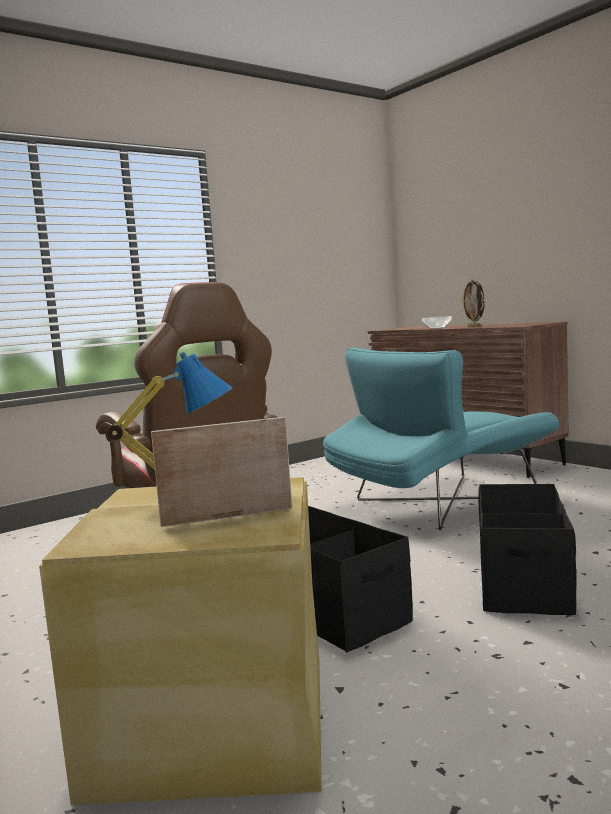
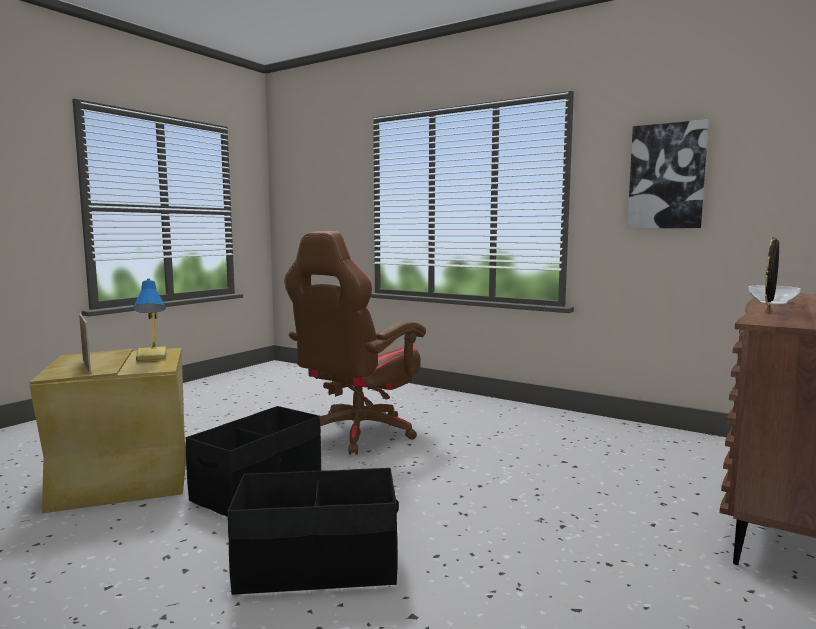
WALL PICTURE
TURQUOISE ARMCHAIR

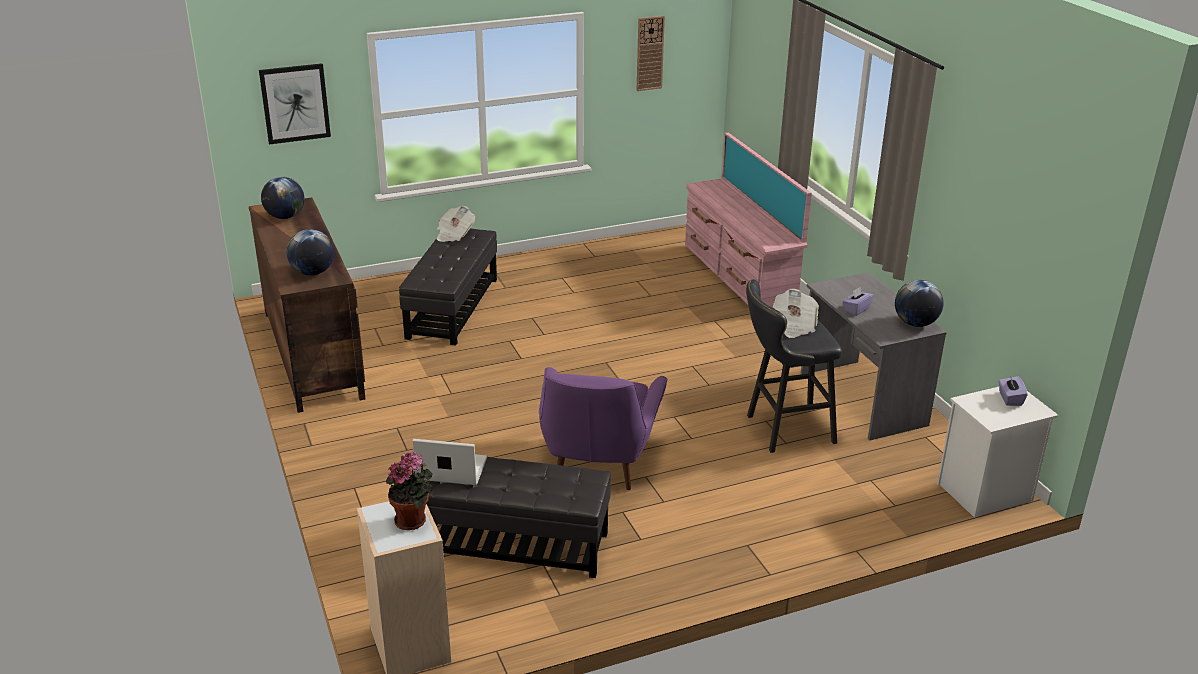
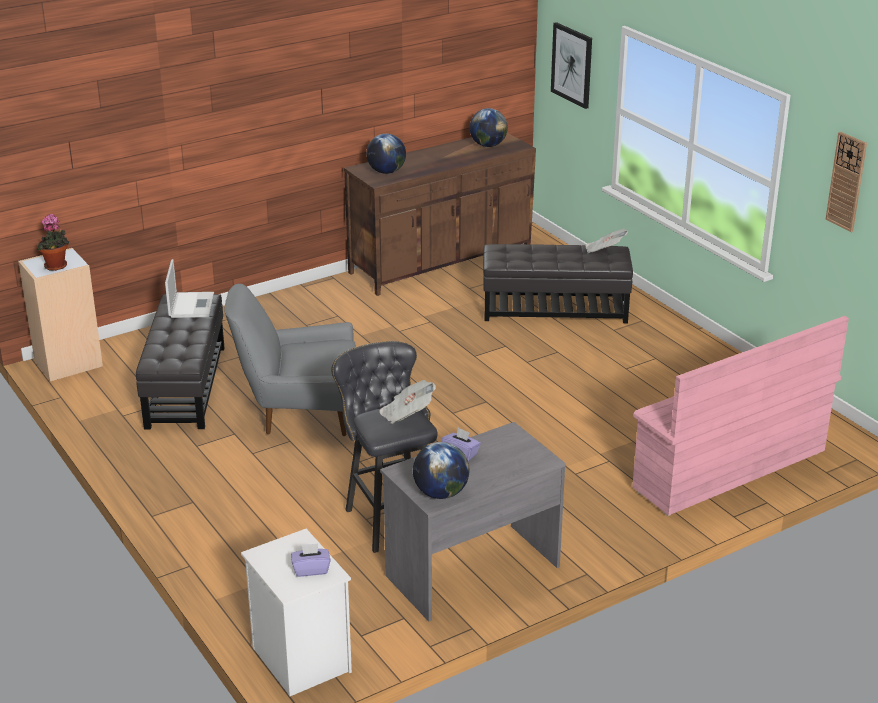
GREY ARMCHAIR

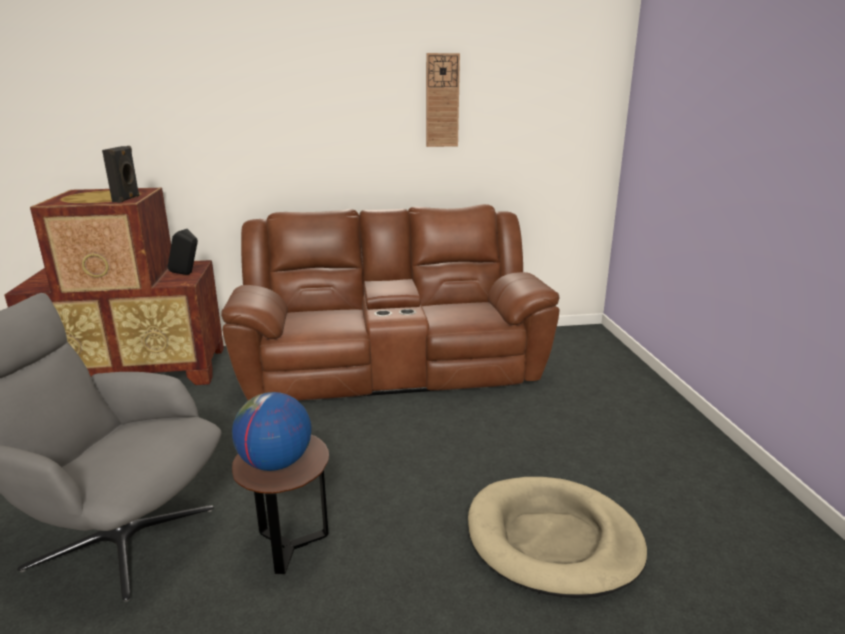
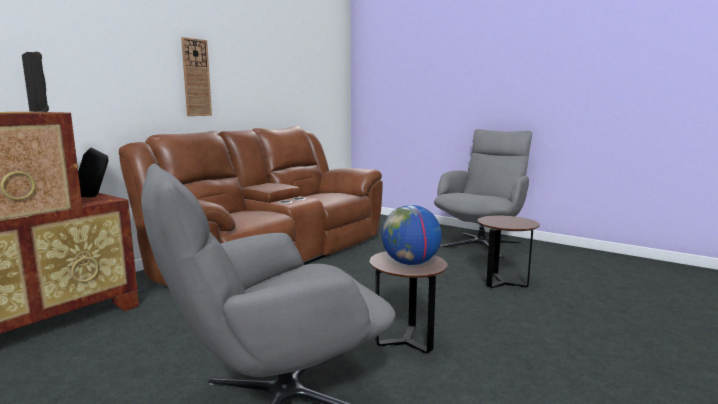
WALL CLOCK
GREY ARMCHAIR (no. 2 from left)
BROWN-COLOURED SIDE TABLE (no. 2 from left)

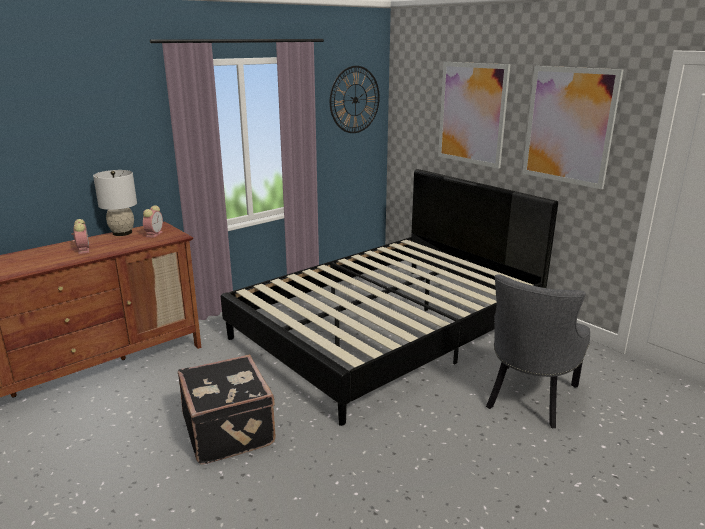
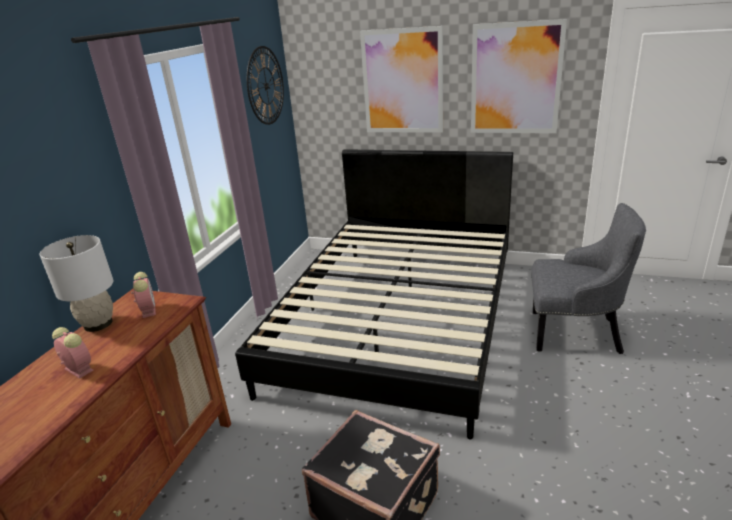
GREY ARMCHAIR

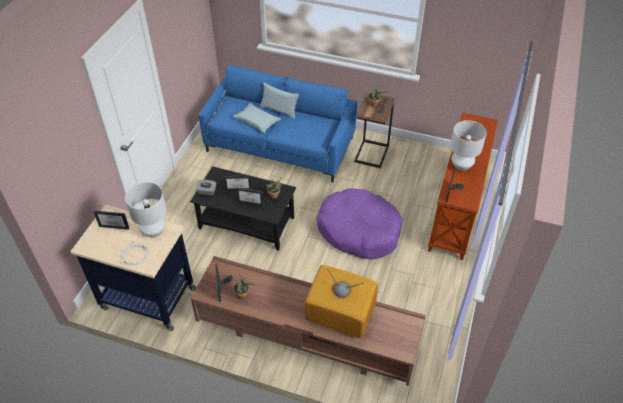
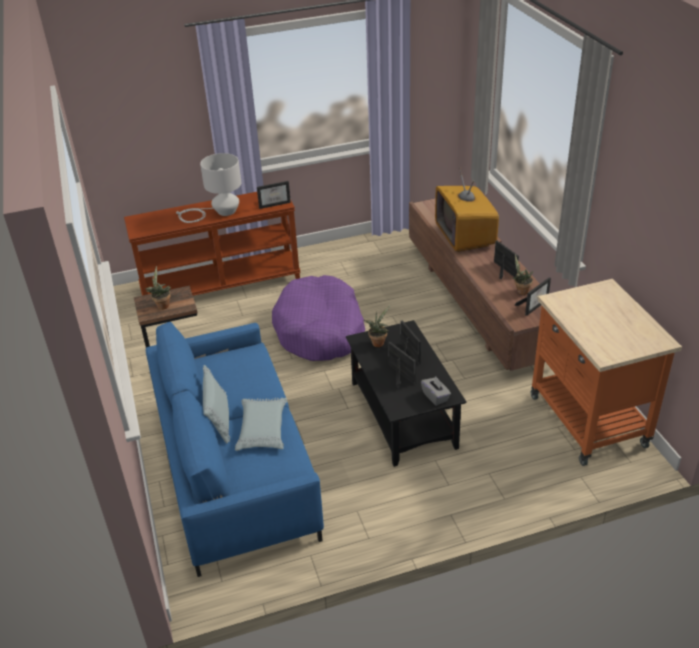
PICTURE FRAME (no. 4 from left)
ORANGE-COLOURED CART
WHITISH TABLETOP LAMP (no. 1 from left in the first image)

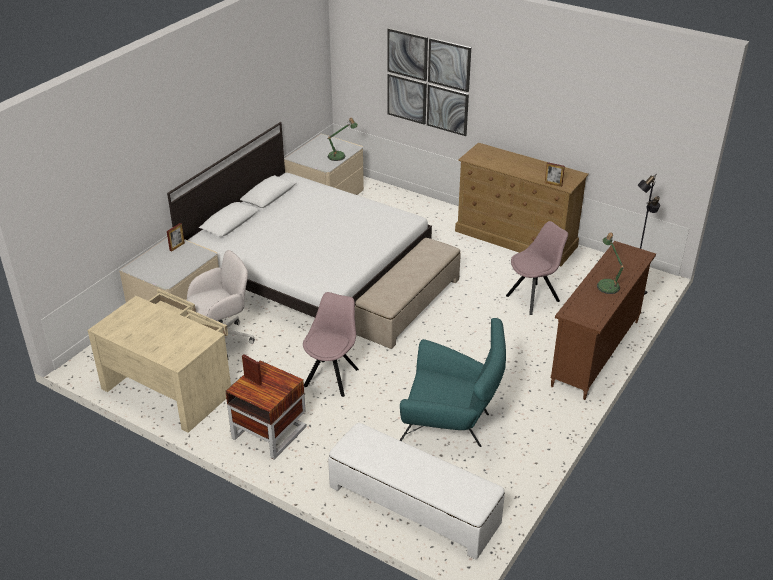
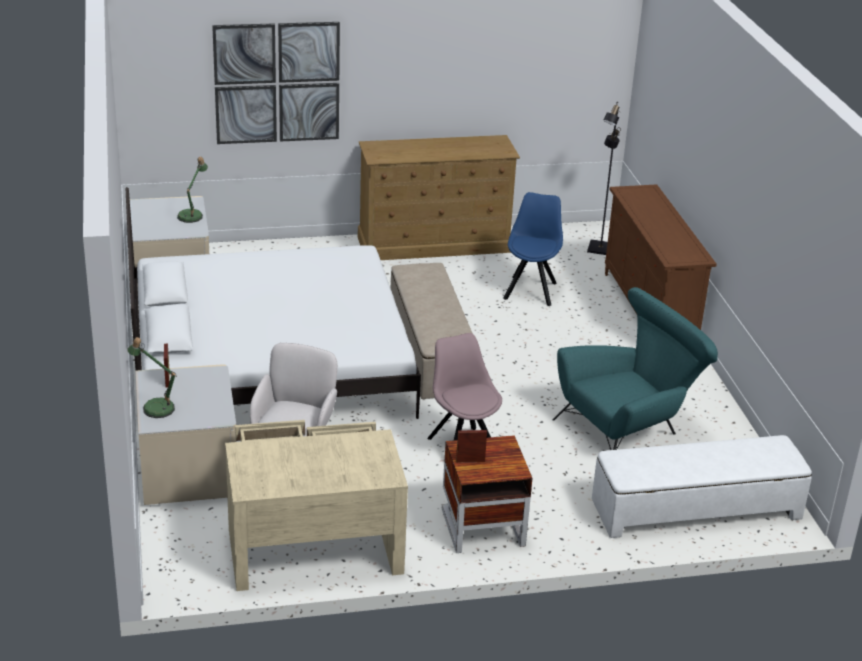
TABLETOP LAMP (no. 1 from left)
BLUISH CHAIR
PICTURE FRAME (no. 3 from left in the first image)

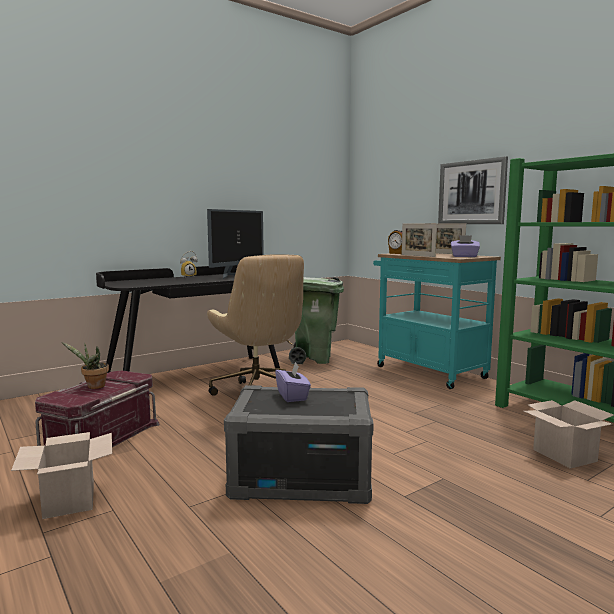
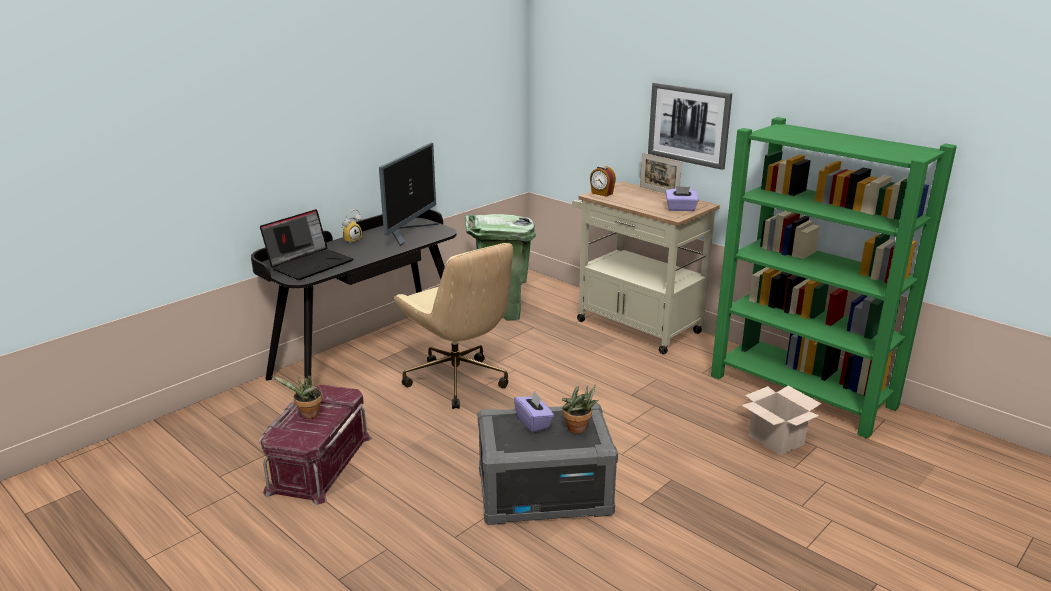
LAPTOP
PLANT IN A POT (no. 2 from left)
BEIGE-COLOURED CART
PACKING BOX (no. 1 from left in the first image)
PICTURE FRAME (no. 1 from left in the first image)

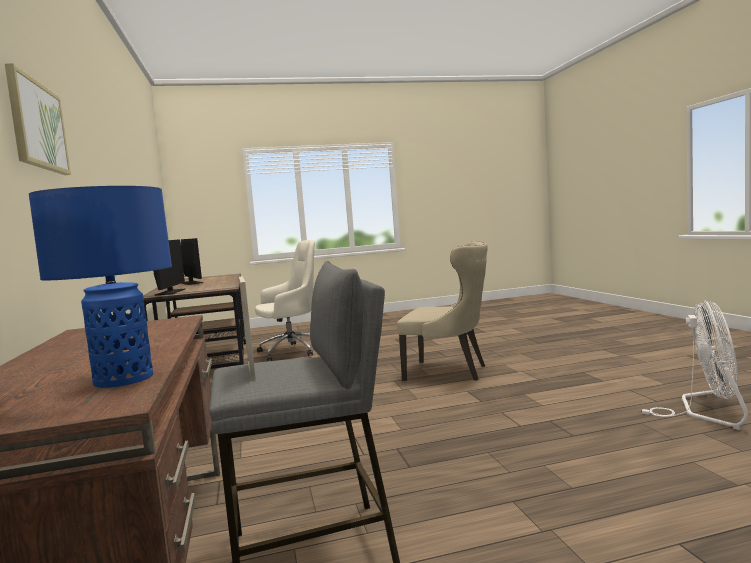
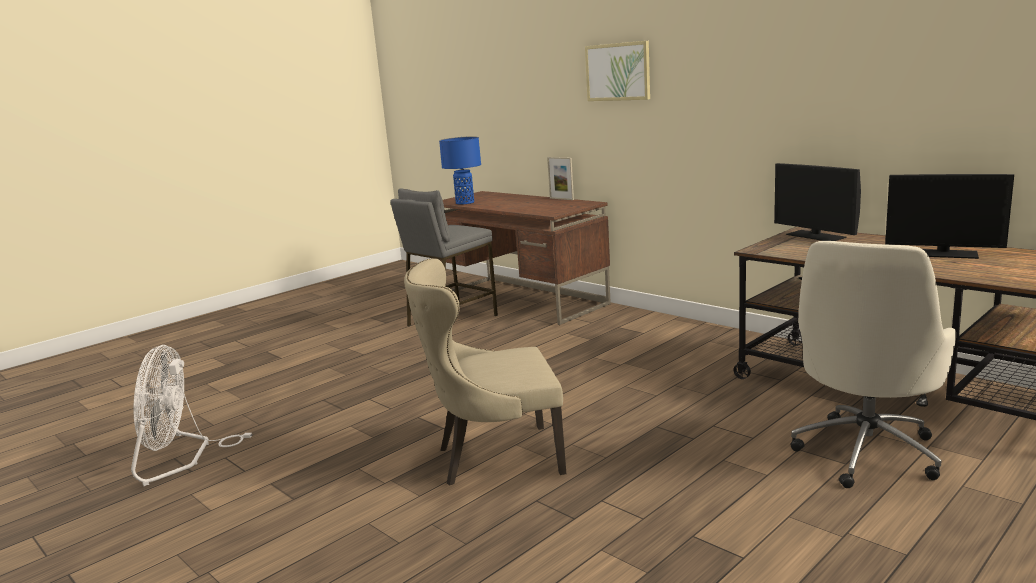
PICTURE FRAME

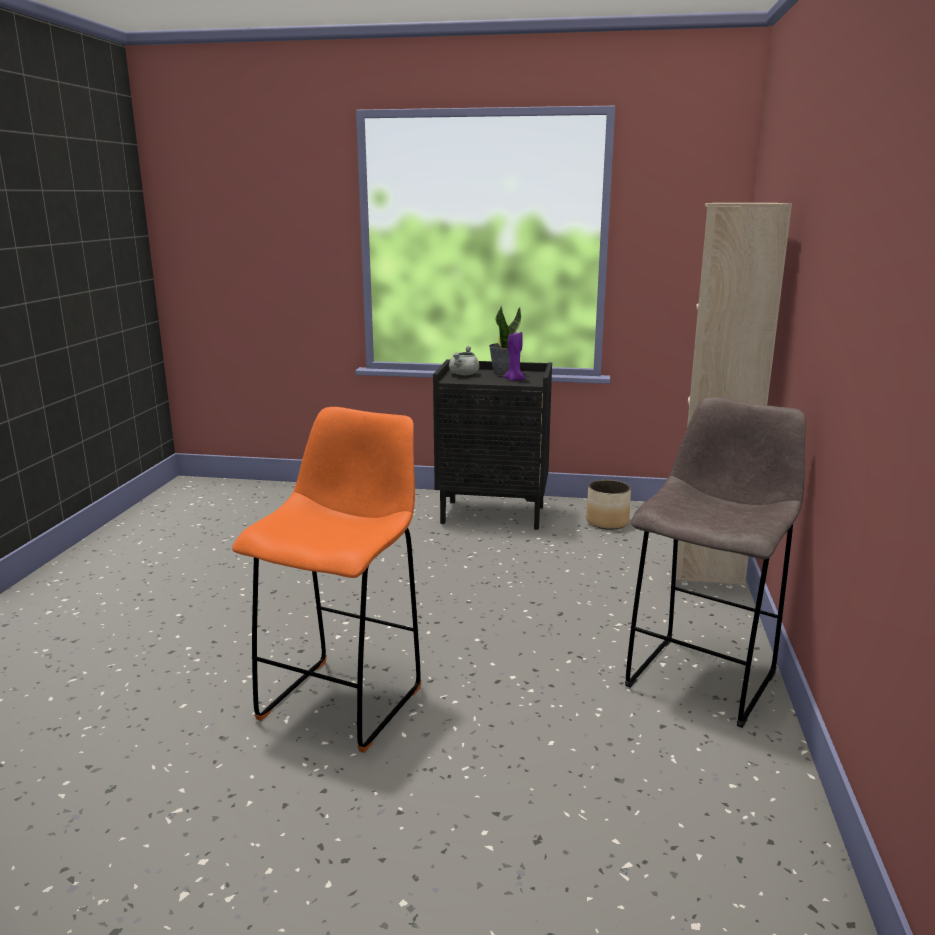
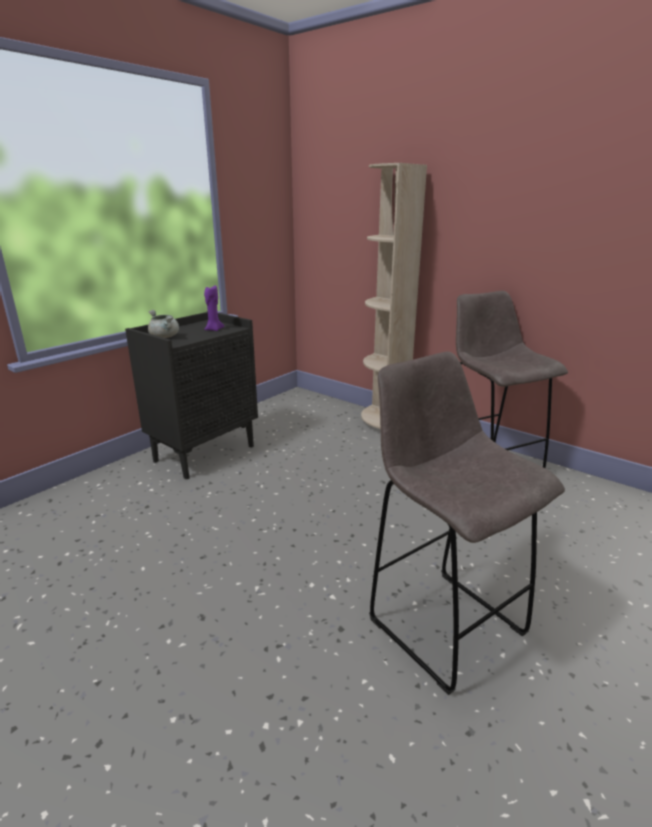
GREY STOOL (no. 1 from left)
PLANT IN A POT
PLANTER

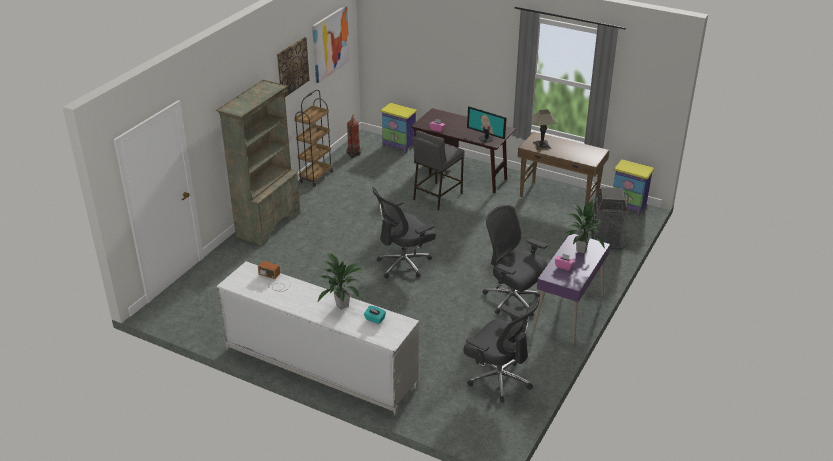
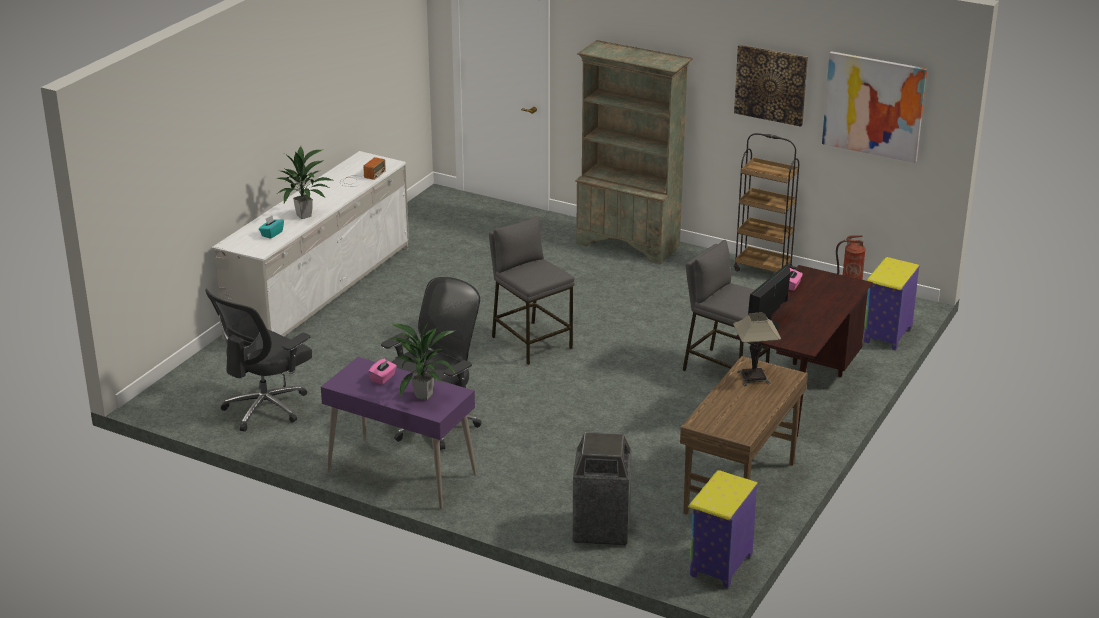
GREY STOOL (no. 1 from left)

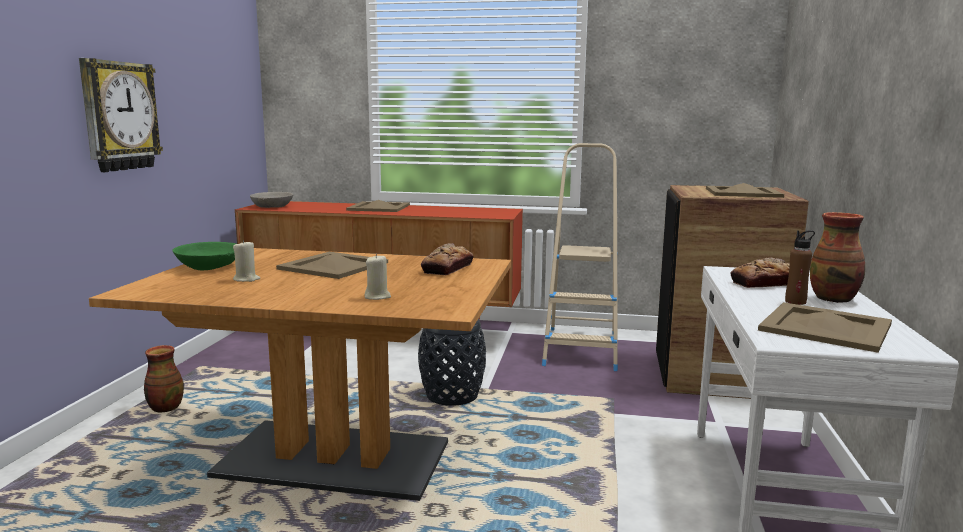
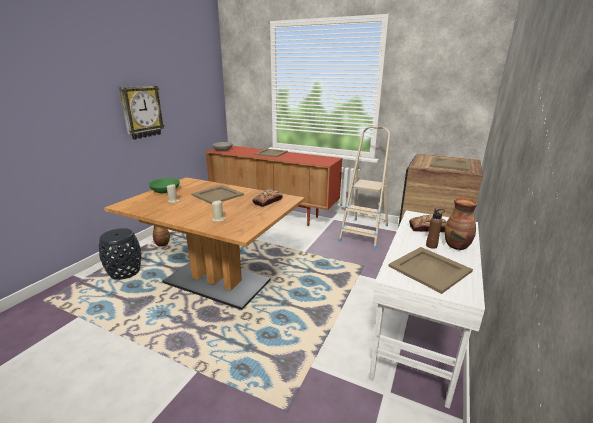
BLACK STOOL

